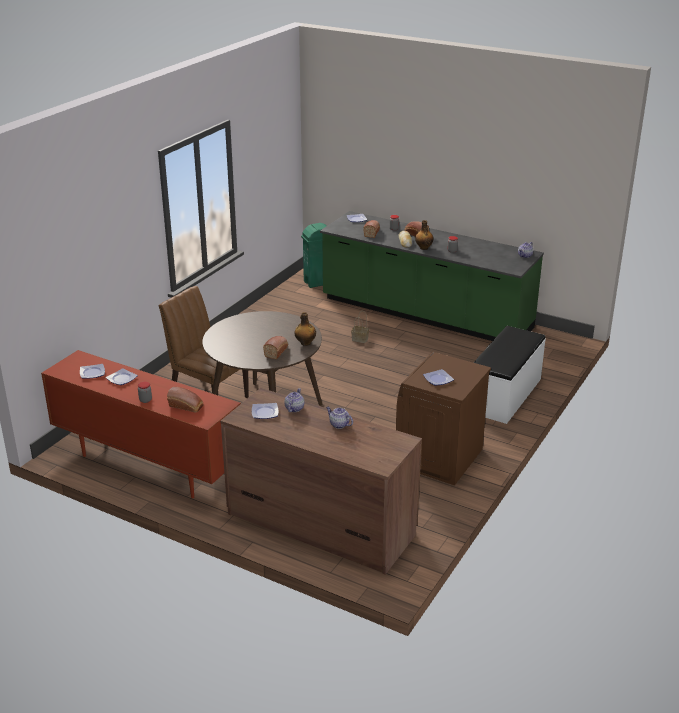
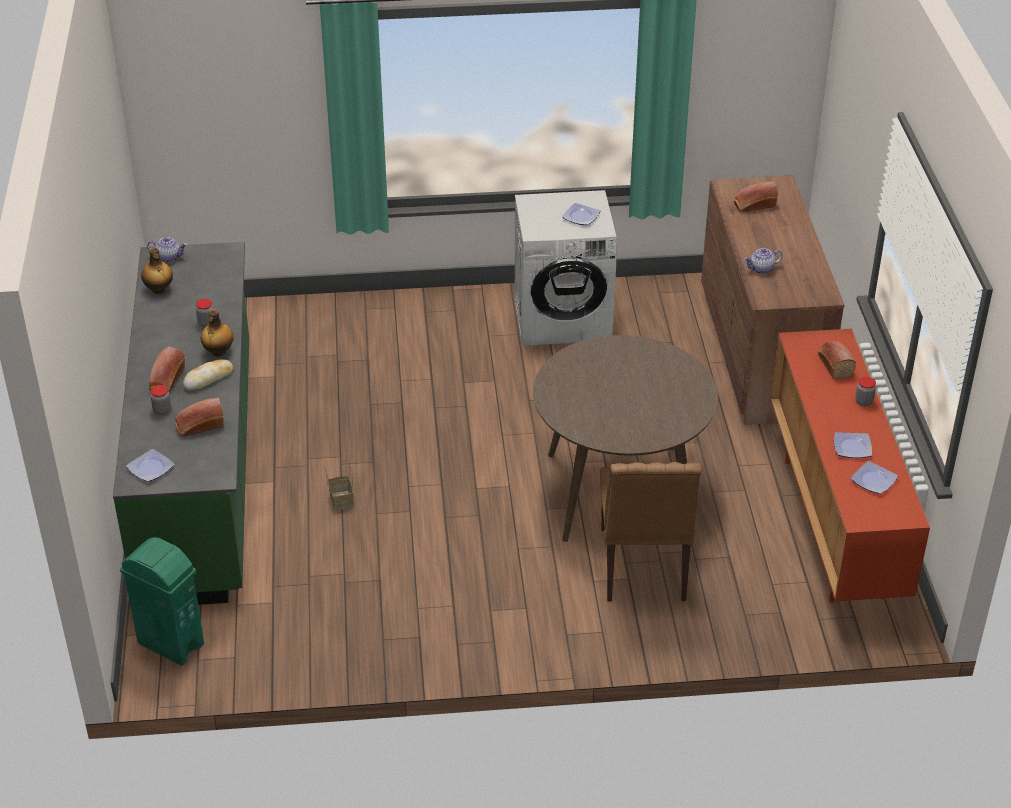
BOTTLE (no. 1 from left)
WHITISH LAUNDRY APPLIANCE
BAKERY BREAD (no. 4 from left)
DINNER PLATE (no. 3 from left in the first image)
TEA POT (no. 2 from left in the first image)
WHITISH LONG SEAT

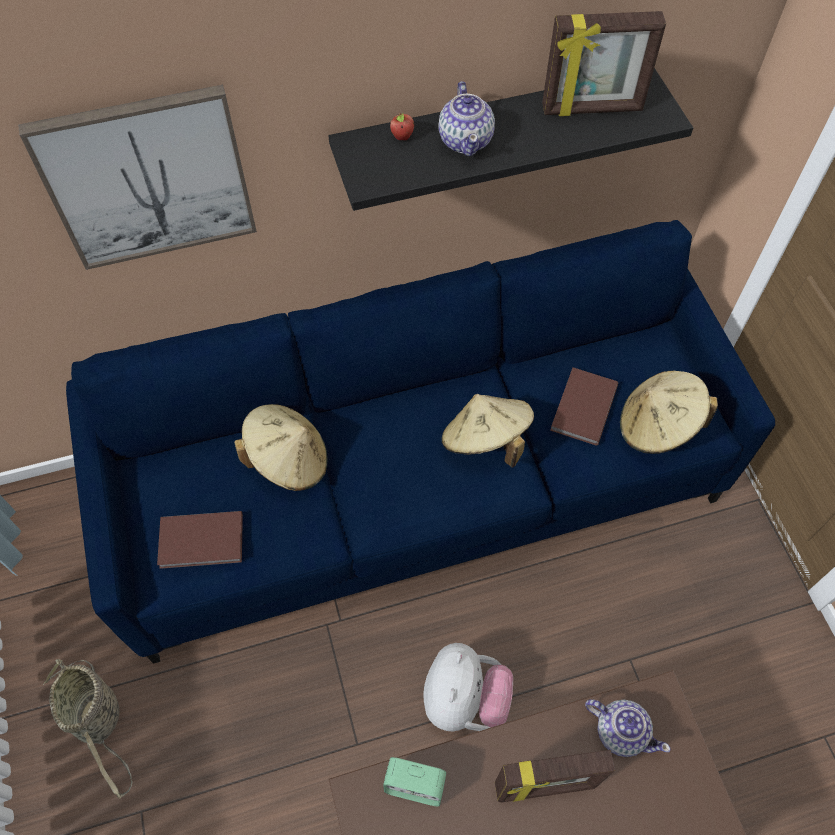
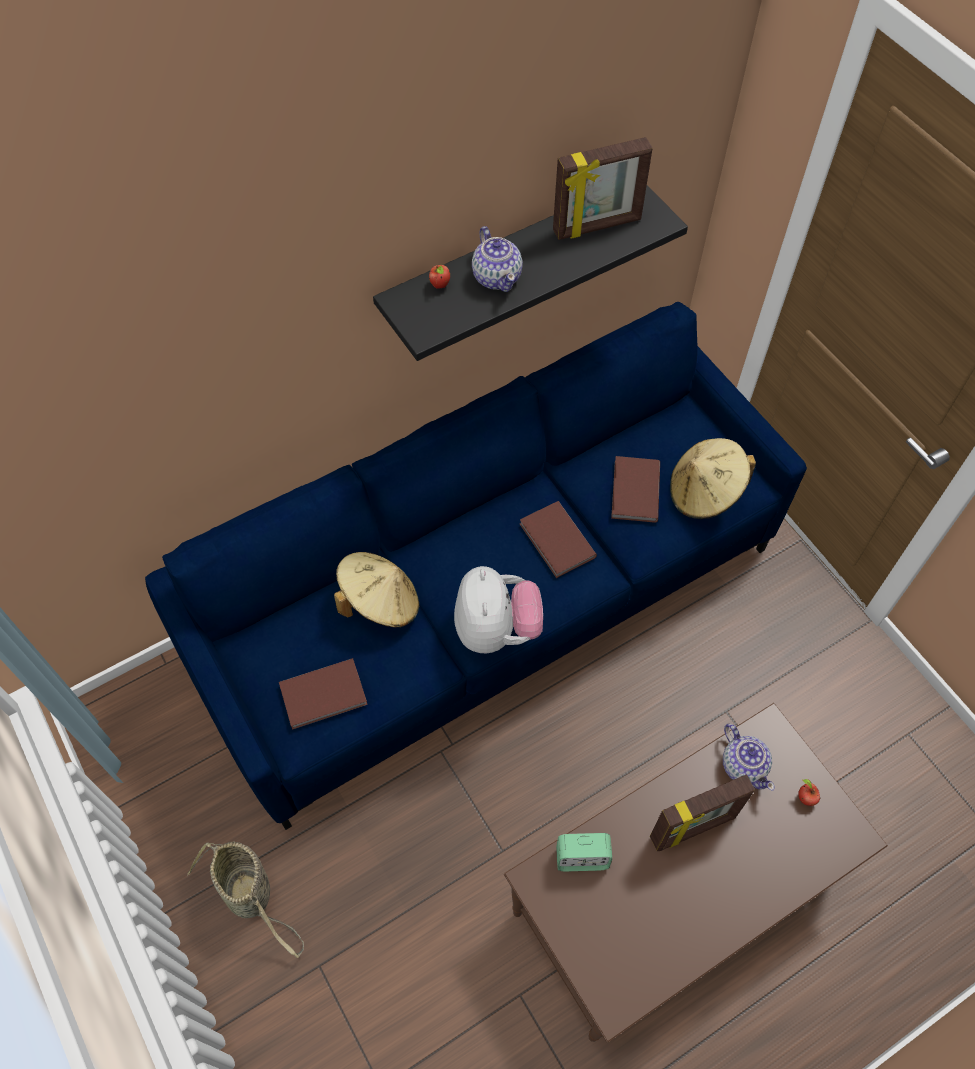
CUDDLY TOY
BROWN-COLOURED VOLUME (no. 2 from left)
TEA POT (no. 2 from left)
APPLE (no. 2 from left)
WALL PICTURE

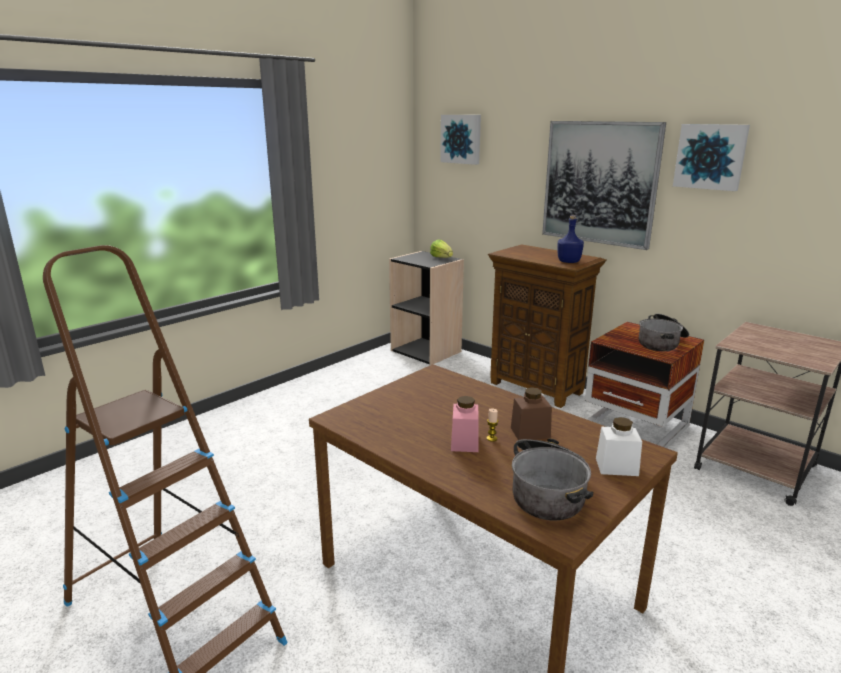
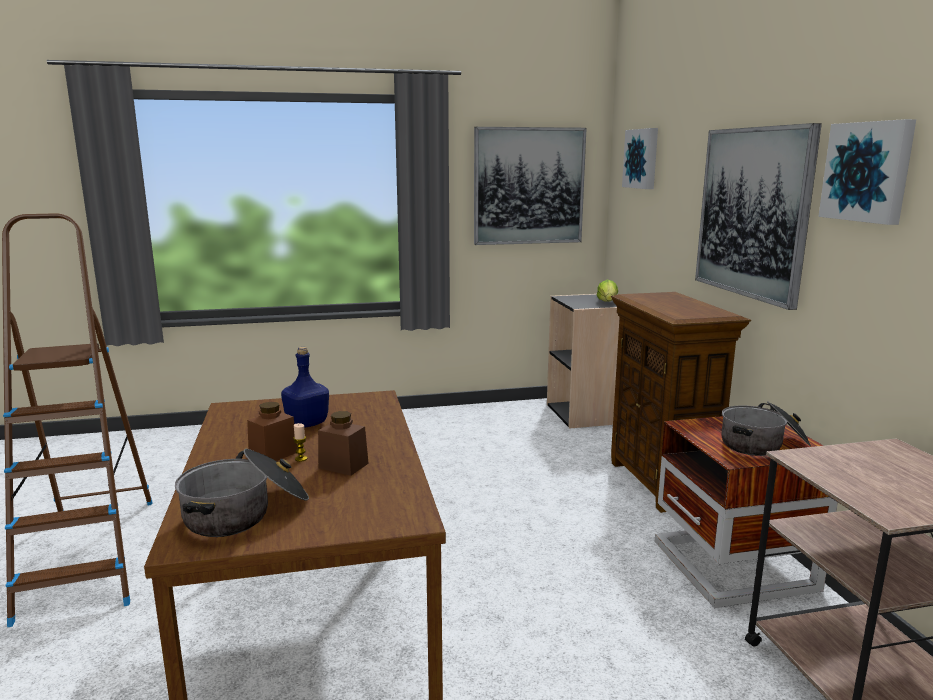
BROWN-COLOURED STORAGE JAR (no. 1 from left)
BLUISH BOTTLE
WALL PICTURE (no. 1 from left)
WHITISH STORAGE JAR

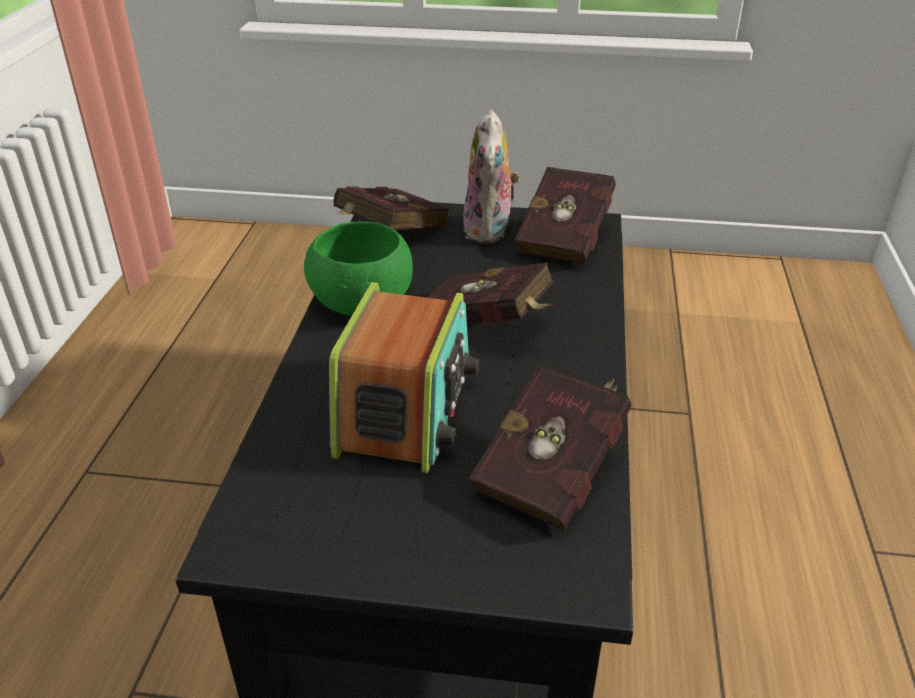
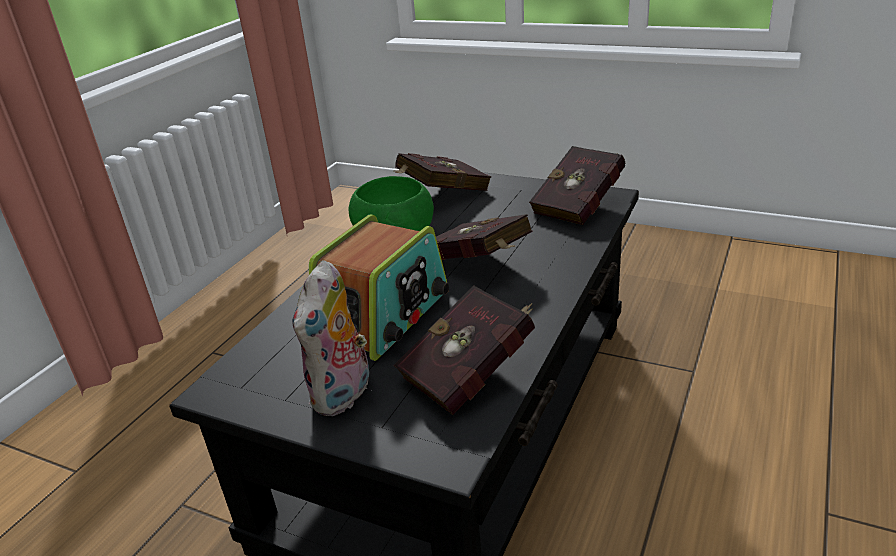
CUDDLY TOY

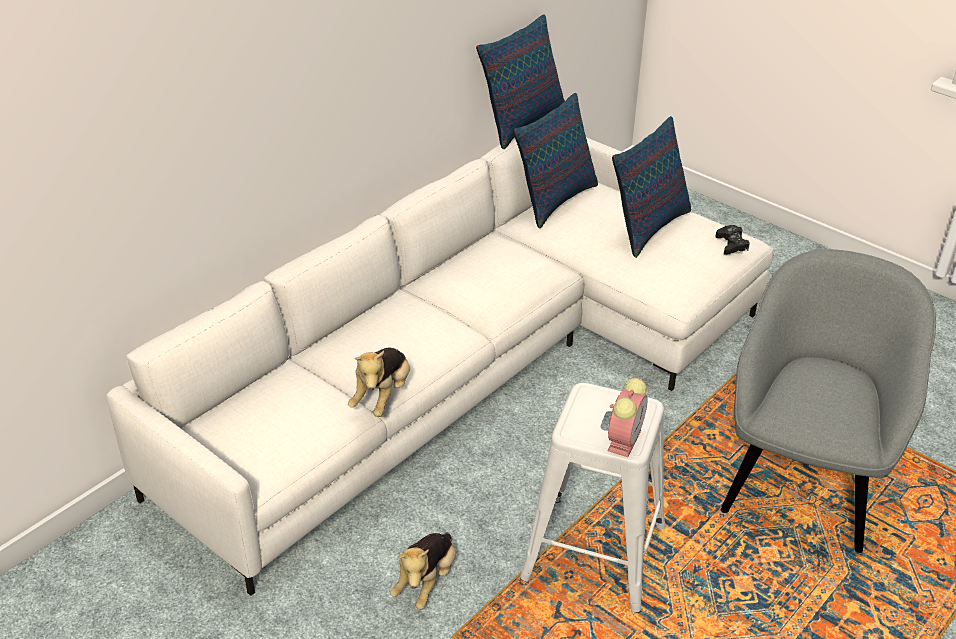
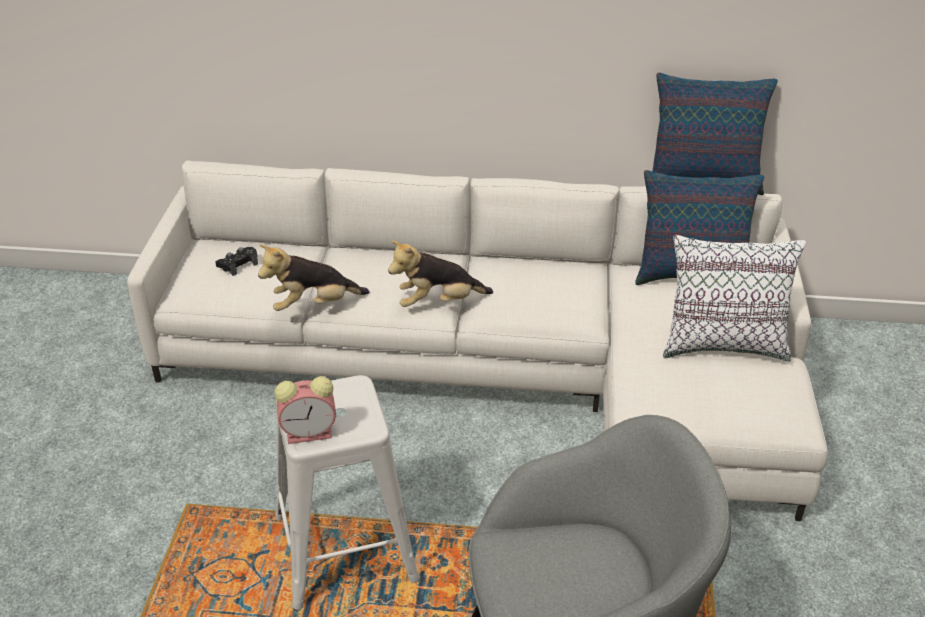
BLACK JOYPAD
CUDDLY TOY (no. 2 from left)
WHITISH PILLOW

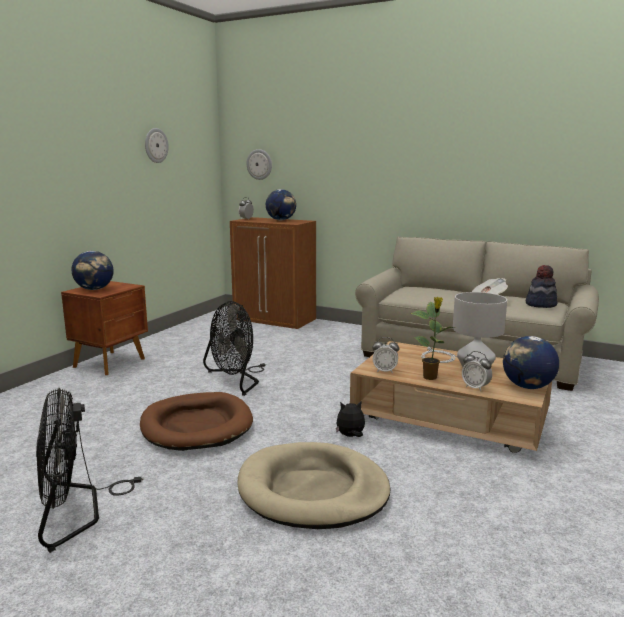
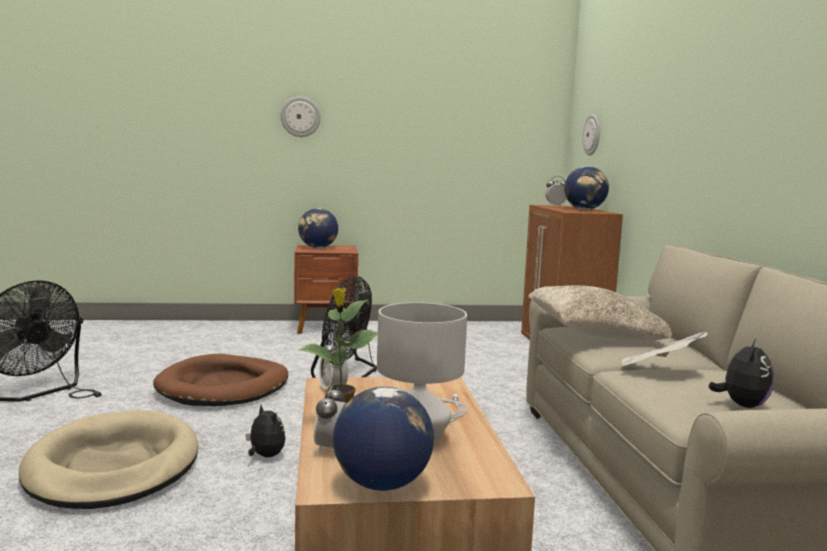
WALL CLOCK (no. 1 from left)
BEIGE-COLOURED PILLOW
CUDDLY TOY (no. 2 from left)

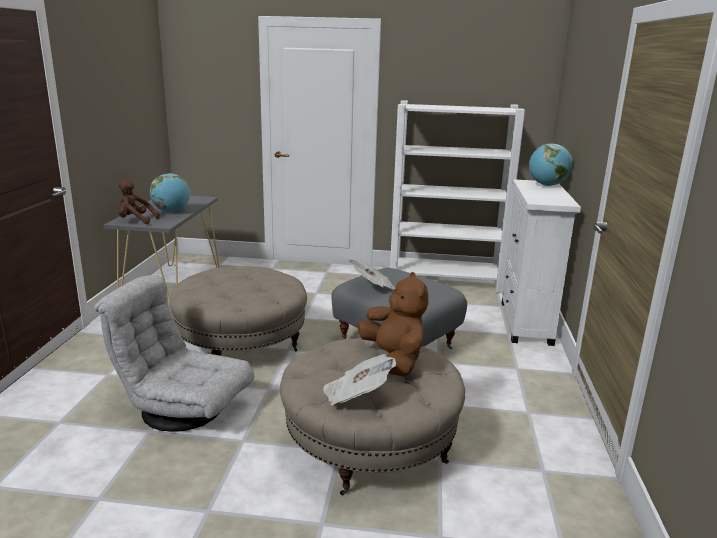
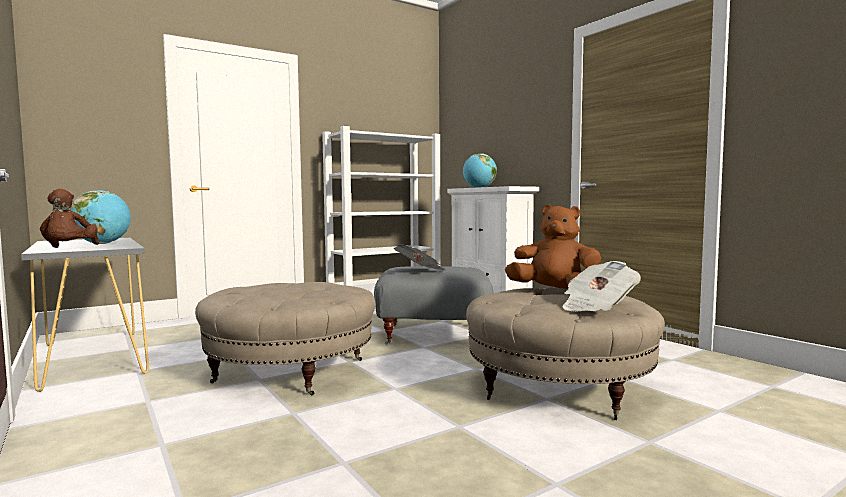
BROWN-COLOURED CUDDLY TOY (no. 1 from left)
GREY ARMCHAIR

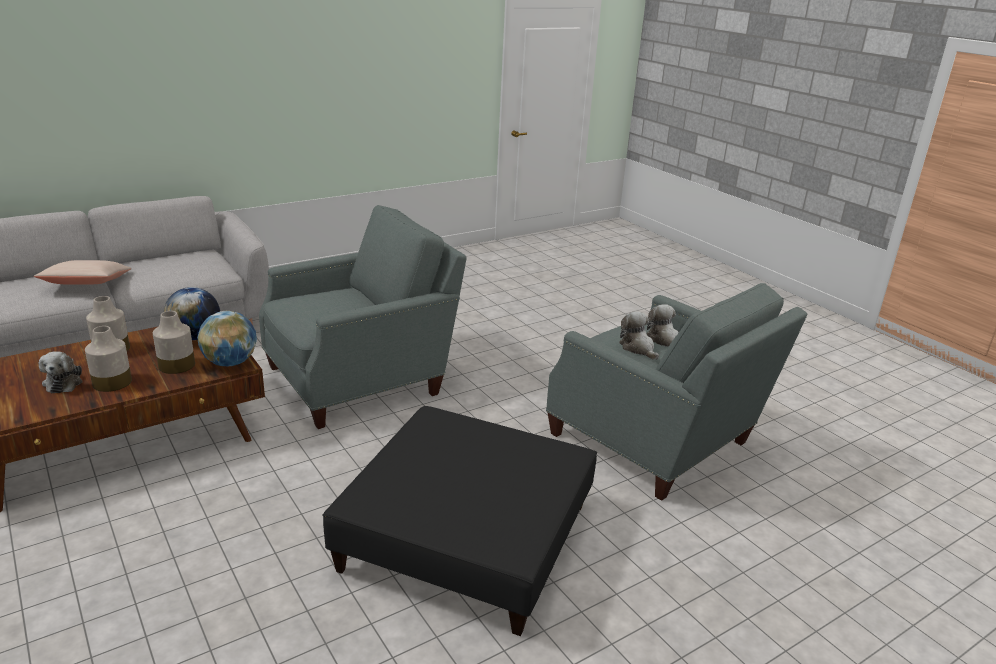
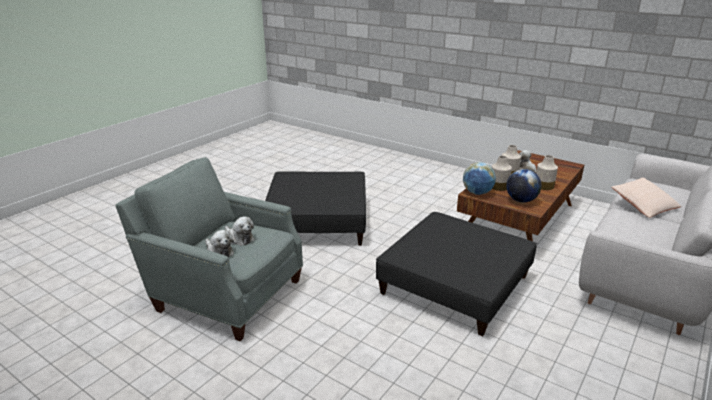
BLACK OTTOMAN (no. 2 from left)

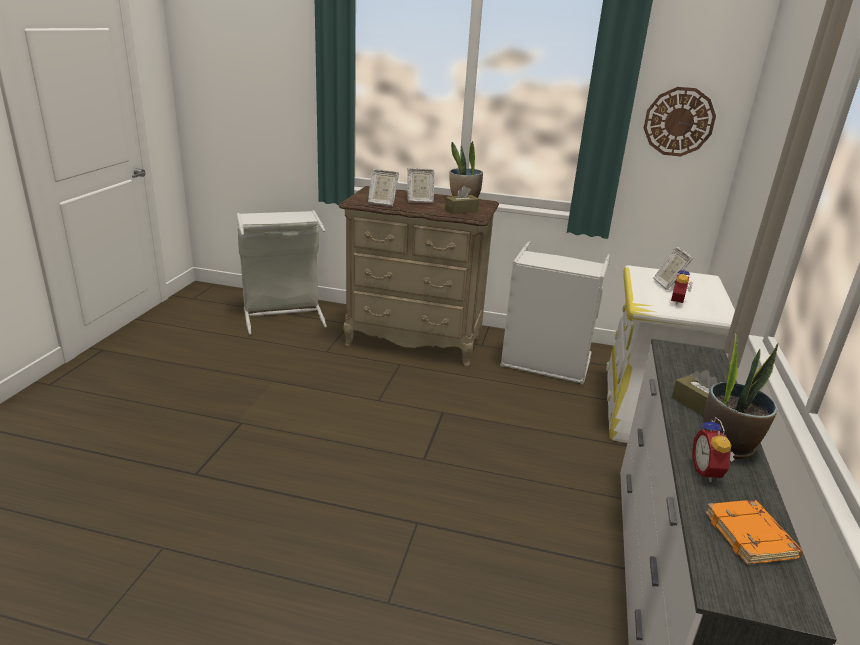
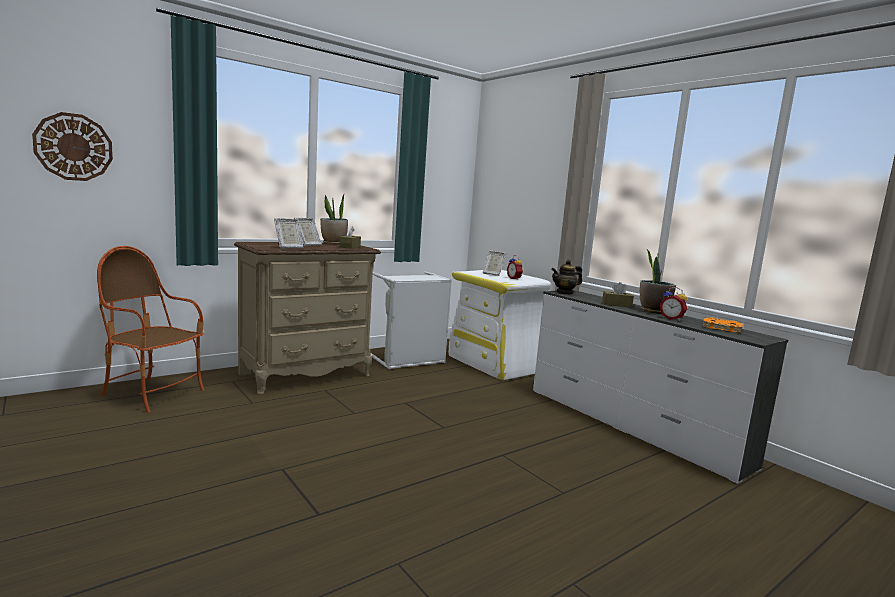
WALL CLOCK
ARMCHAIR
TEA POT

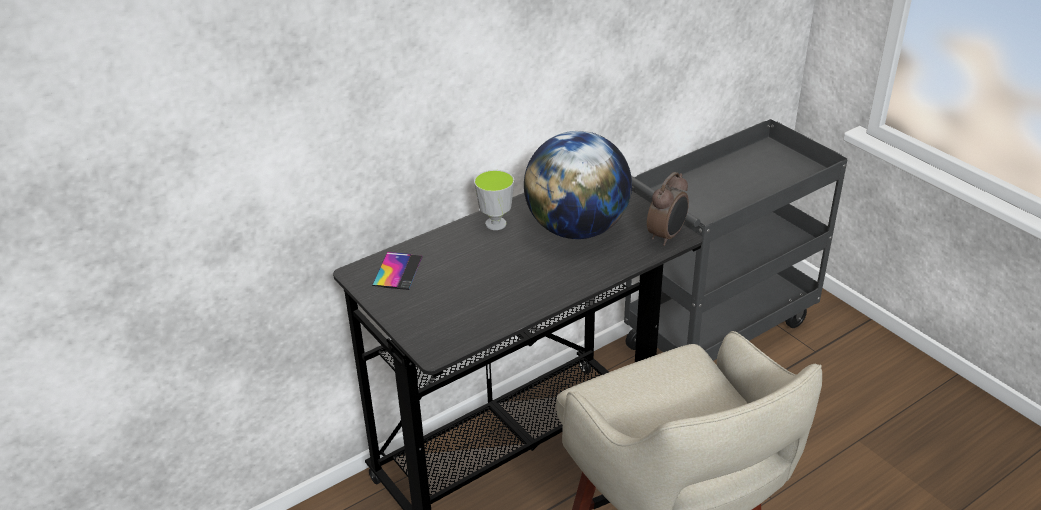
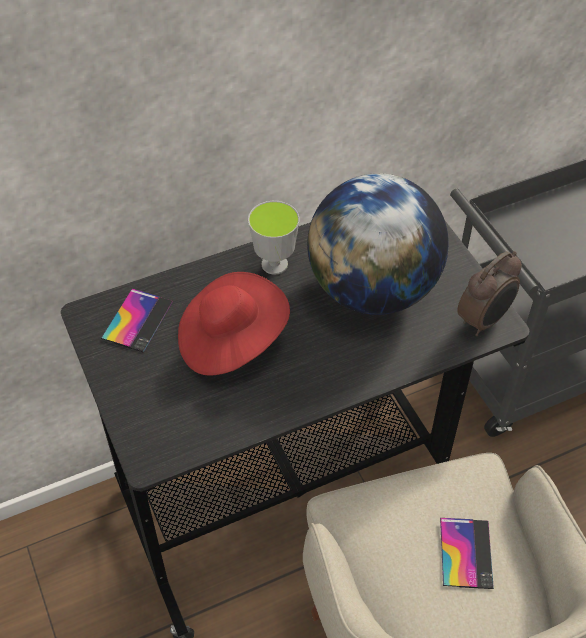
RED HAT
PHONE (no. 2 from left)

